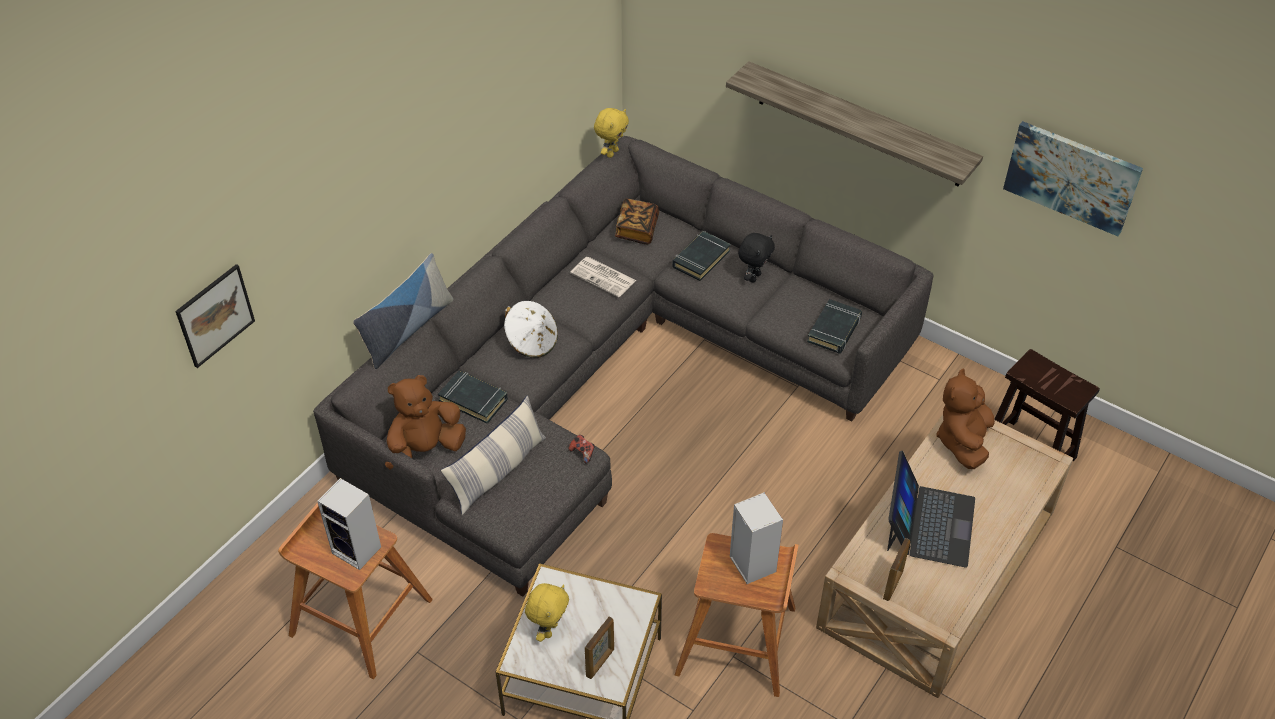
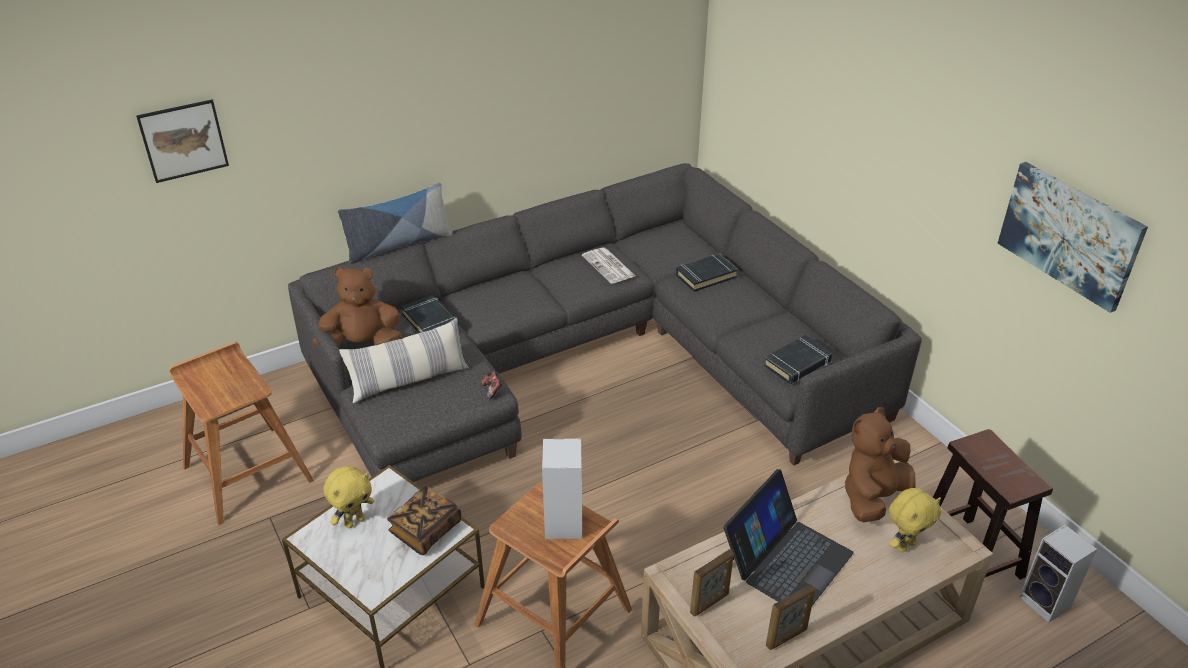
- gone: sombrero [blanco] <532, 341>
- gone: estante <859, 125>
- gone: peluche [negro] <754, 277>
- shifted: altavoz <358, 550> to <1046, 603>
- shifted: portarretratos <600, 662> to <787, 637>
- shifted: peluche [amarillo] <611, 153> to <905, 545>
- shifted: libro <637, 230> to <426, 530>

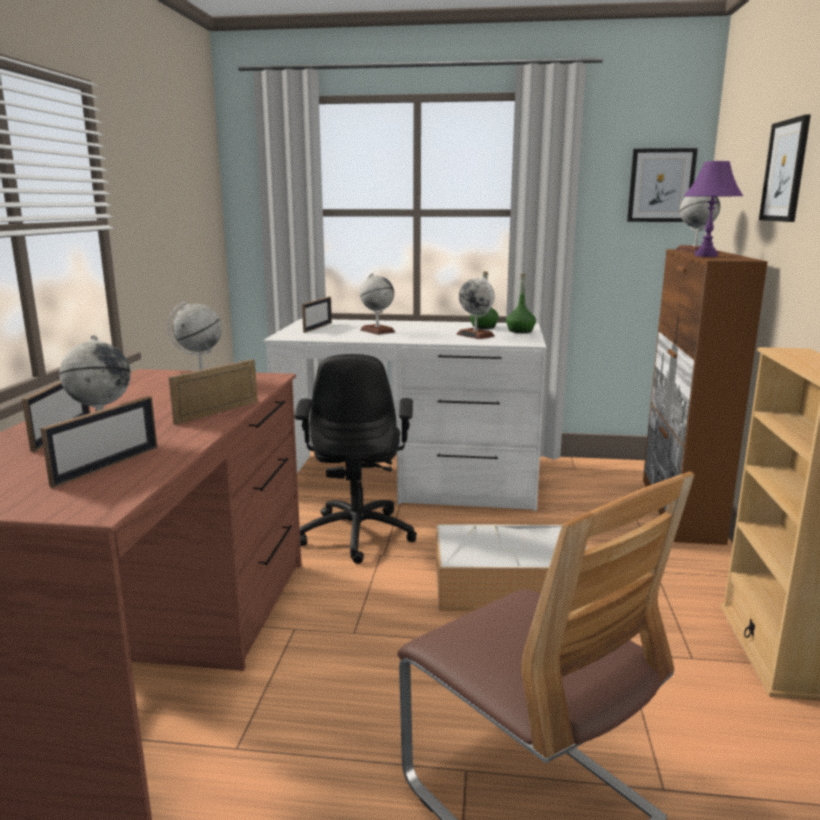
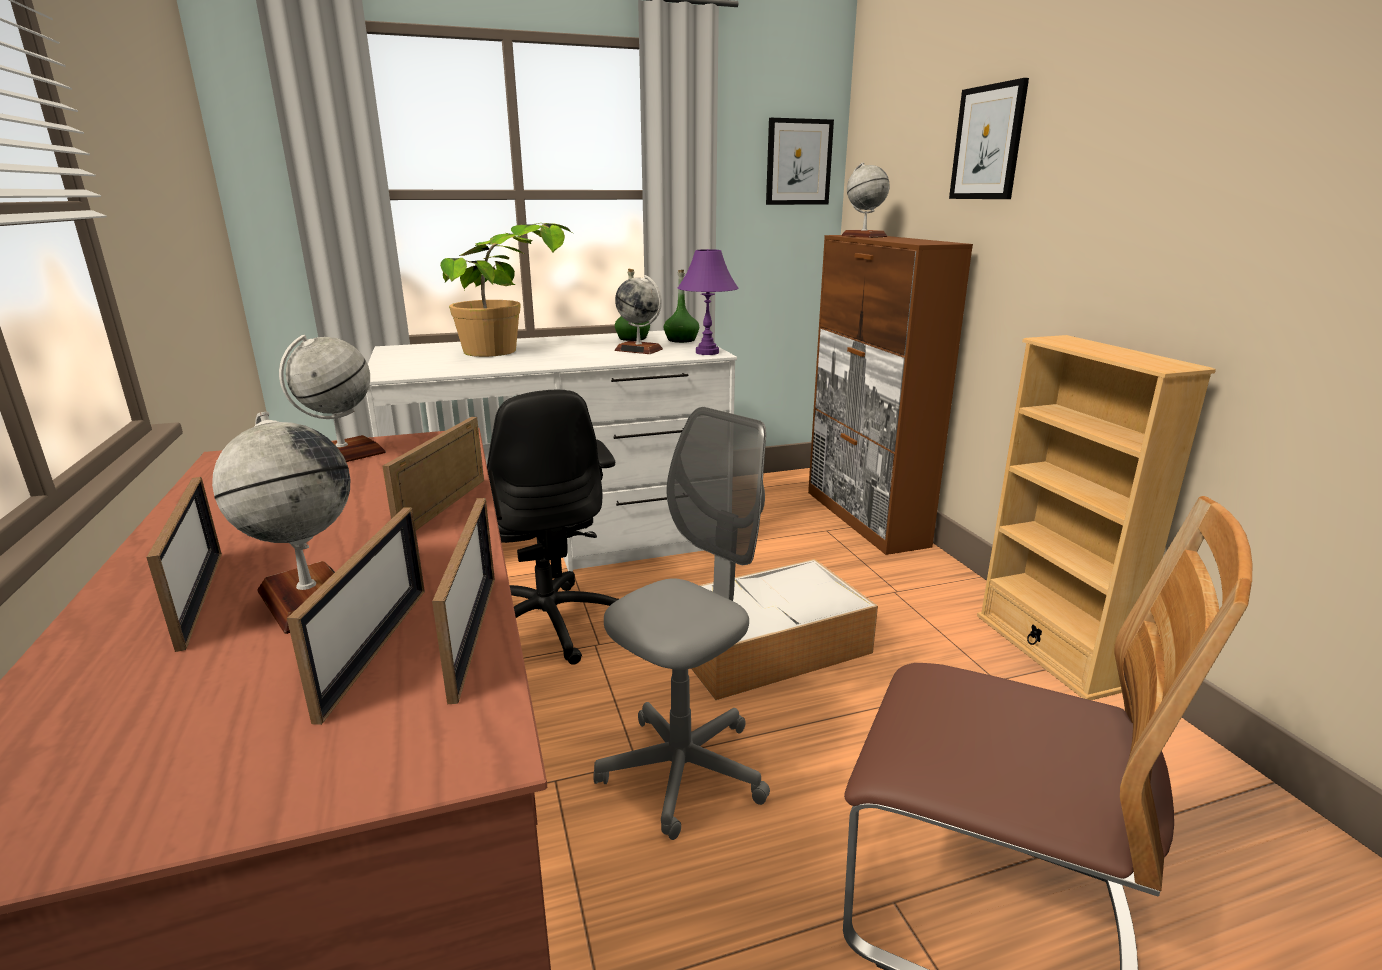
- new: silla de oficina [gris] <683, 771>
- shifted: portarretratos <318, 327> to <473, 634>
- shifted: lámpara de mesa [morado] <706, 255> to <707, 352>
- swapped: globo terráqueo <377, 331> to planta en maceta <508, 355>

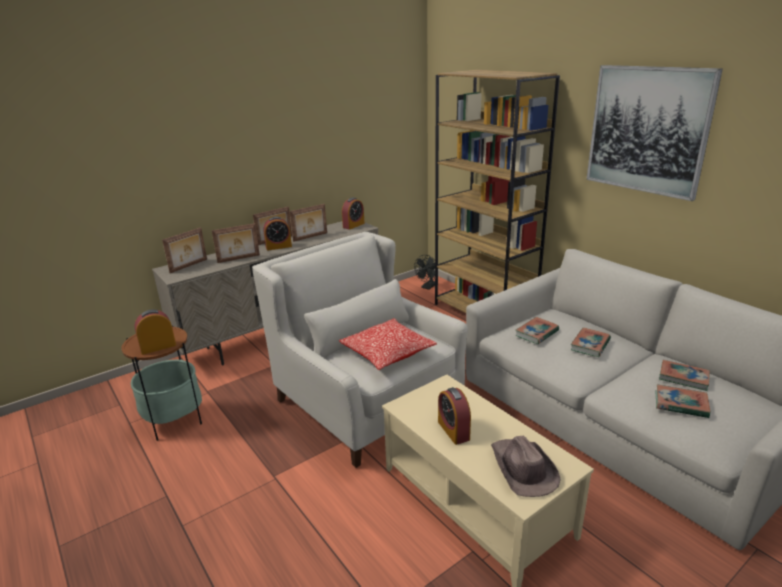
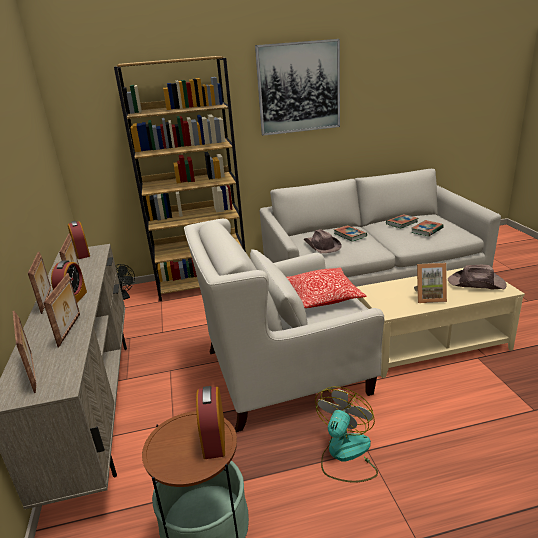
- new: ventilador <345, 455>
- swapped: despertador <453, 430> to portarretratos <429, 297>
- swapped: libro <536, 333> to sombrero [marrón] <321, 246>

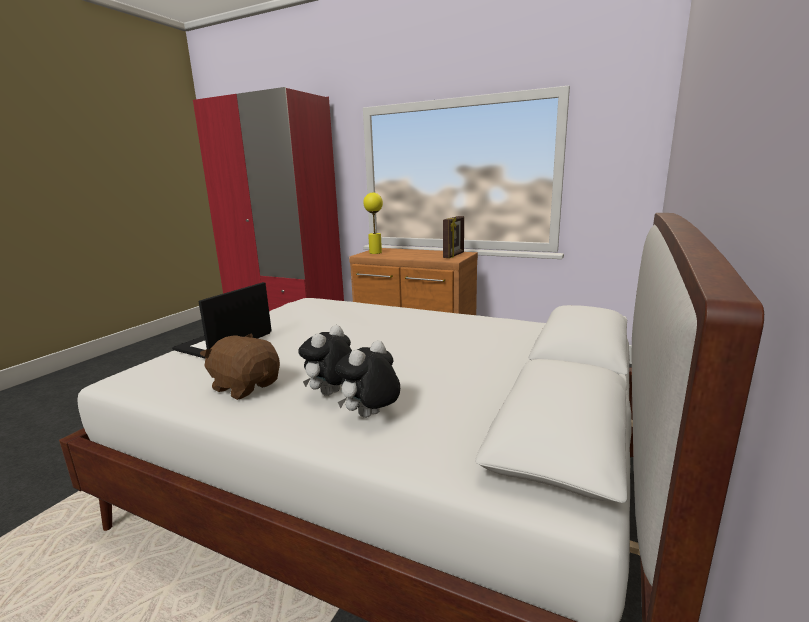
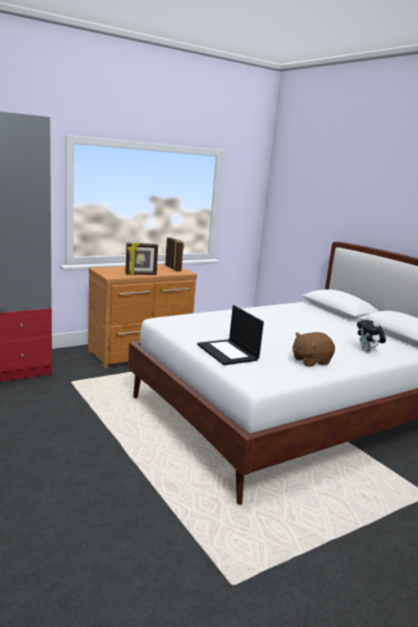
- gone: peluche <332, 395>
- gone: lámpara de mesa [amarillo] <375, 253>
- new: portarretratos <141, 274>

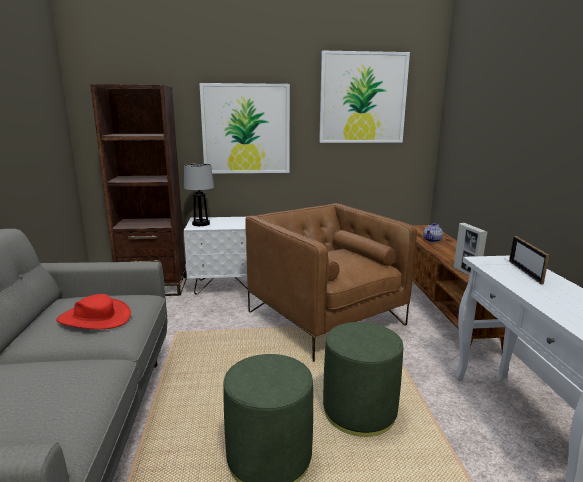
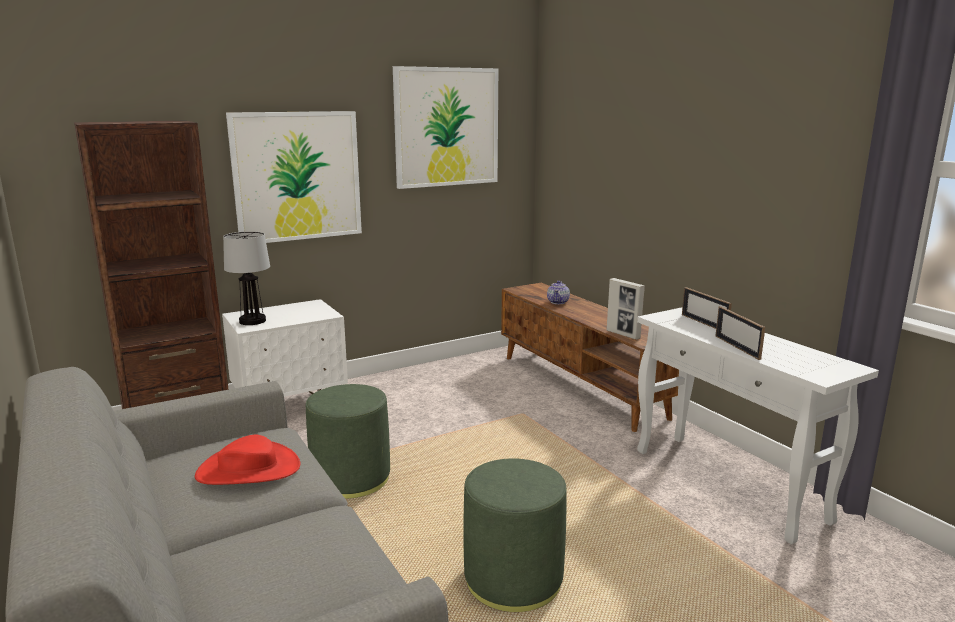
- gone: sillón [marrón] <325, 318>
- new: portarretratos <737, 347>
- shifted: puf [verde] <359, 411> to <351, 479>

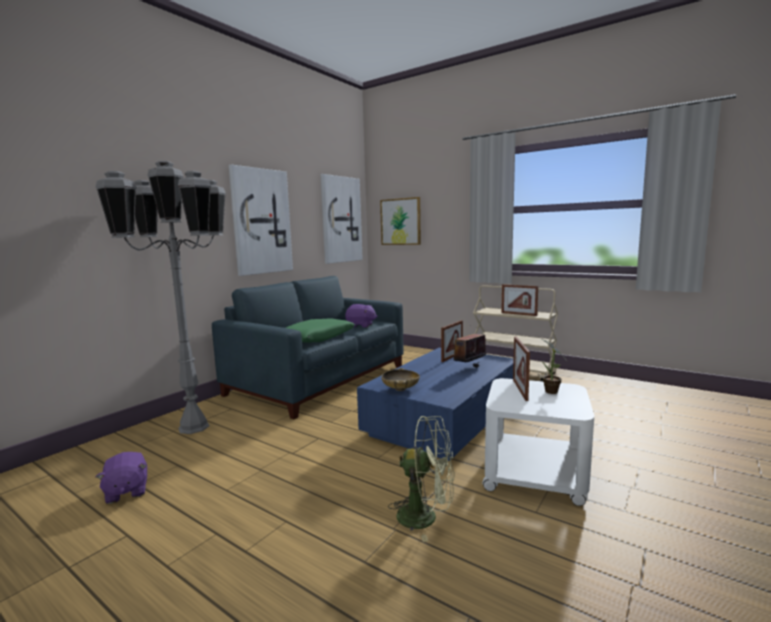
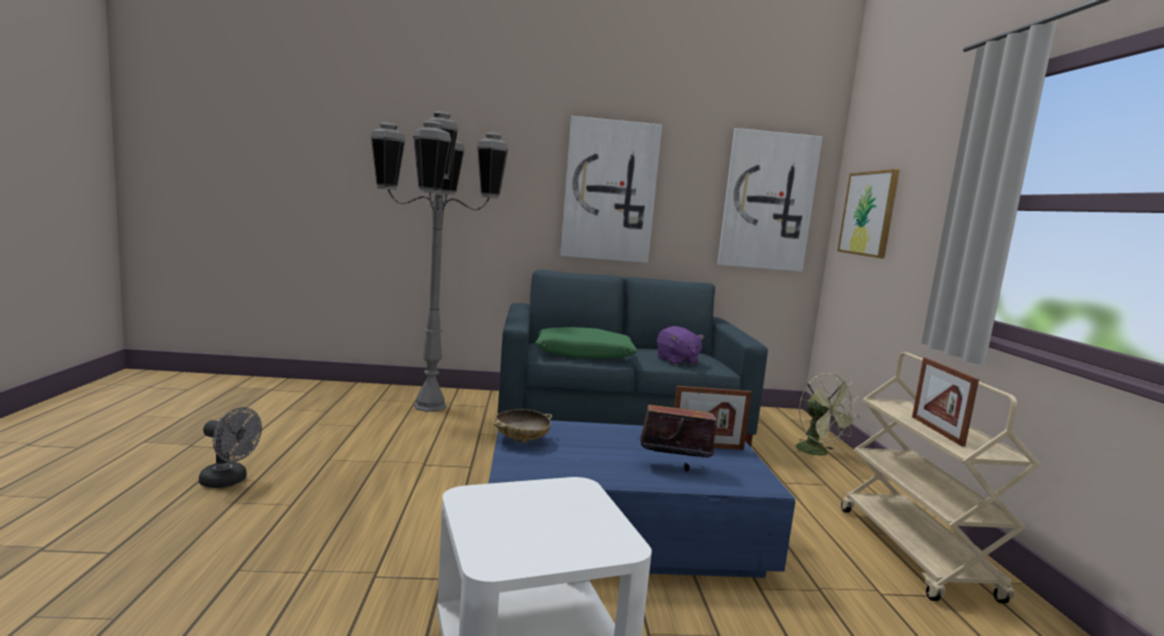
- gone: peluche [morado] <126, 492>
- gone: portarretratos <520, 389>
- gone: planta en maceta <551, 392>
- new: ventilador [gris] <229, 481>
- shifted: ventilador [verde] <426, 517> to <818, 453>

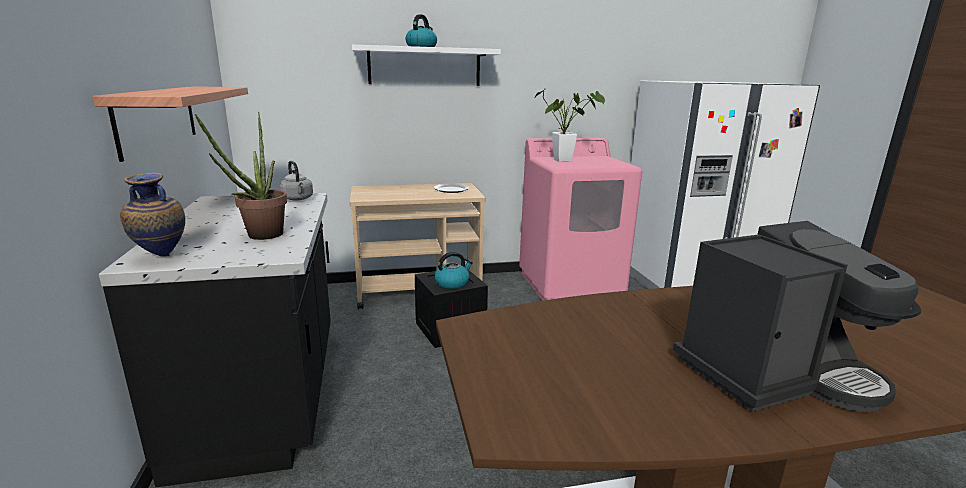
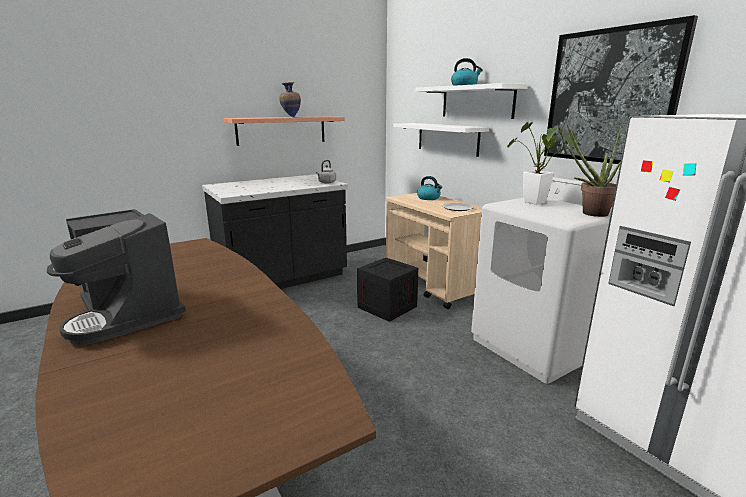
- new: estante [blanco] <447, 138>
- new: cuadro <610, 97>
- shifted: florero <160, 257> to <291, 117>
- shifted: planta en maceta <259, 236> to <589, 213>
- shifted: hervidor <452, 283> to <429, 198>
- repainted: lavadora [rosa] <570, 285> to lavadora [blanco] <537, 346>

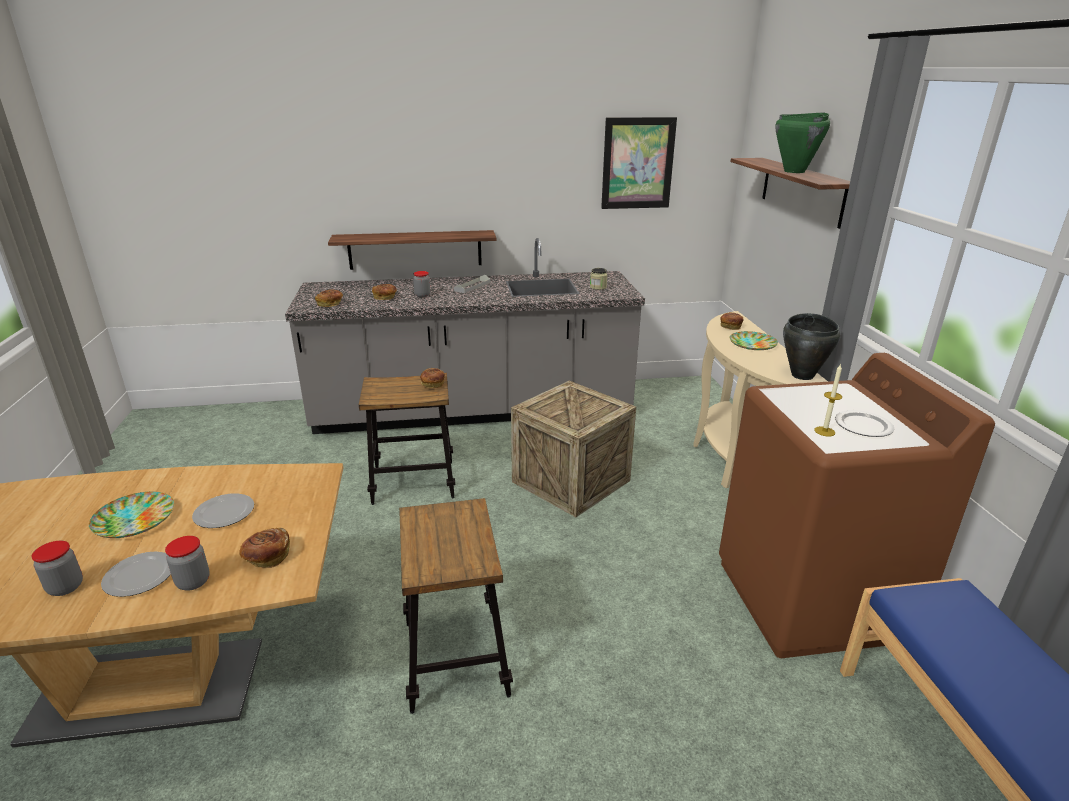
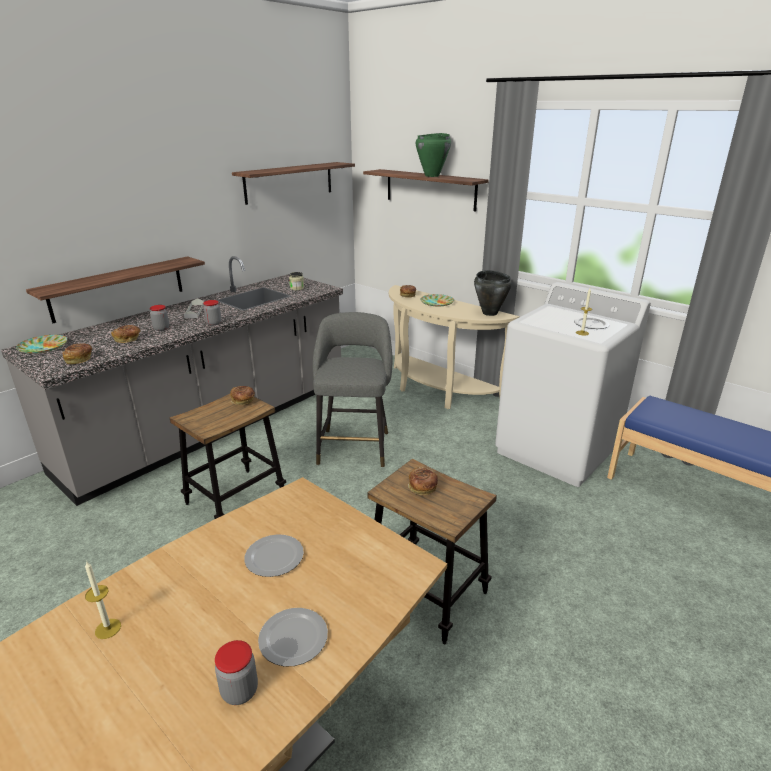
- new: vela <108, 628>
- shifted: plato <133, 519> to <43, 347>
- shifted: tarro <193, 582> to <214, 323>
- shifted: pan <267, 557> to <422, 488>
- swapped: caja de embalaje <571, 481> to taburete [gris] <354, 445>
- swapped: cuadro <637, 163> to estante <289, 182>
- repainted: lavadora [marrón] <810, 600> to lavadora [blanco] <557, 450>

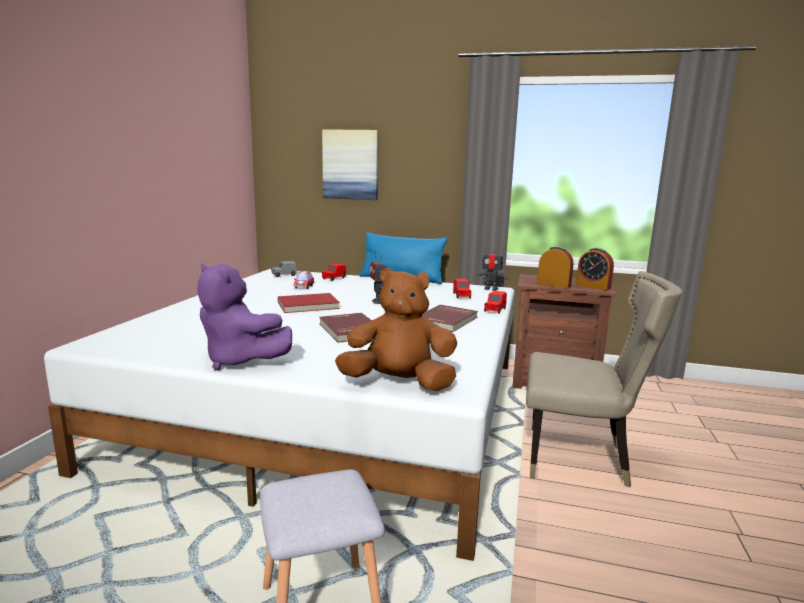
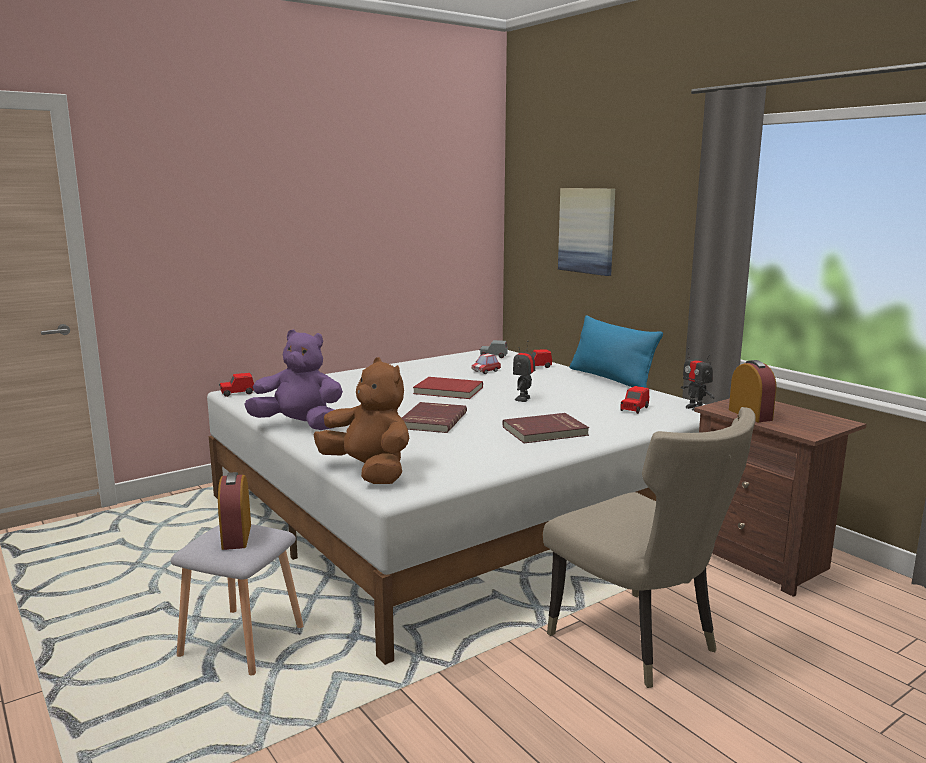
- shifted: coche de juguete [rojo] <495, 310> to <237, 393>
- shifted: despertador <593, 286> to <236, 536>
- rotated: peluche [morado] <239, 361> = <300, 425> 120 degrees clockwise

